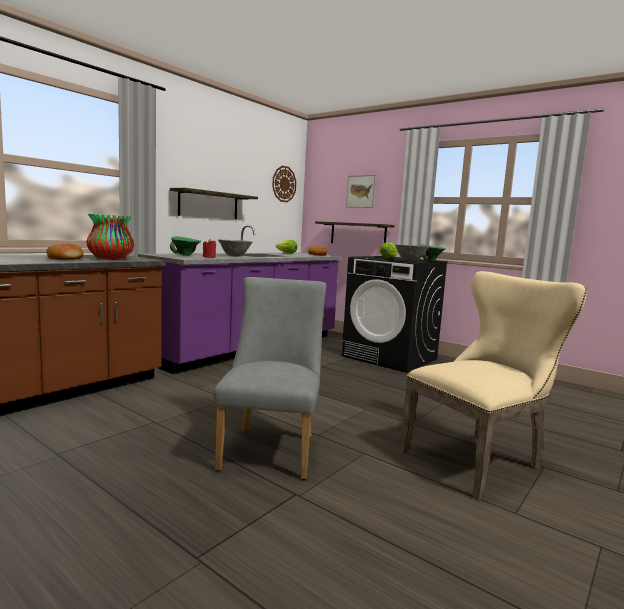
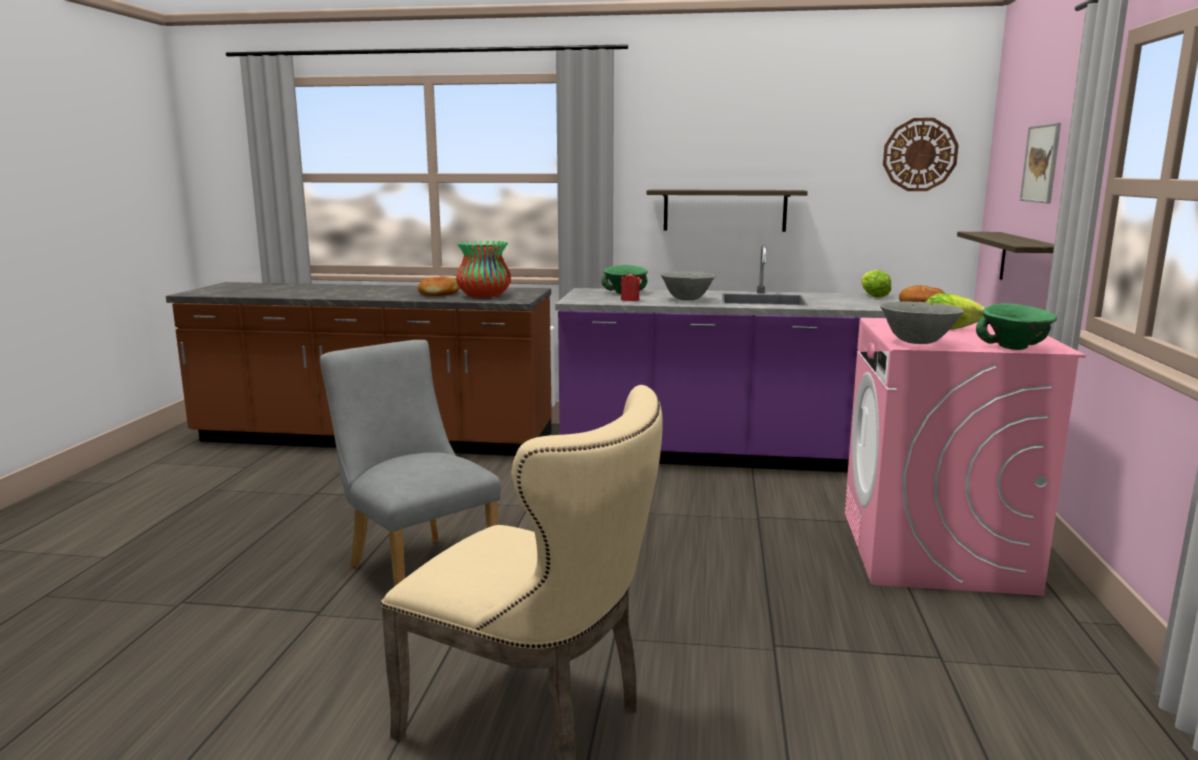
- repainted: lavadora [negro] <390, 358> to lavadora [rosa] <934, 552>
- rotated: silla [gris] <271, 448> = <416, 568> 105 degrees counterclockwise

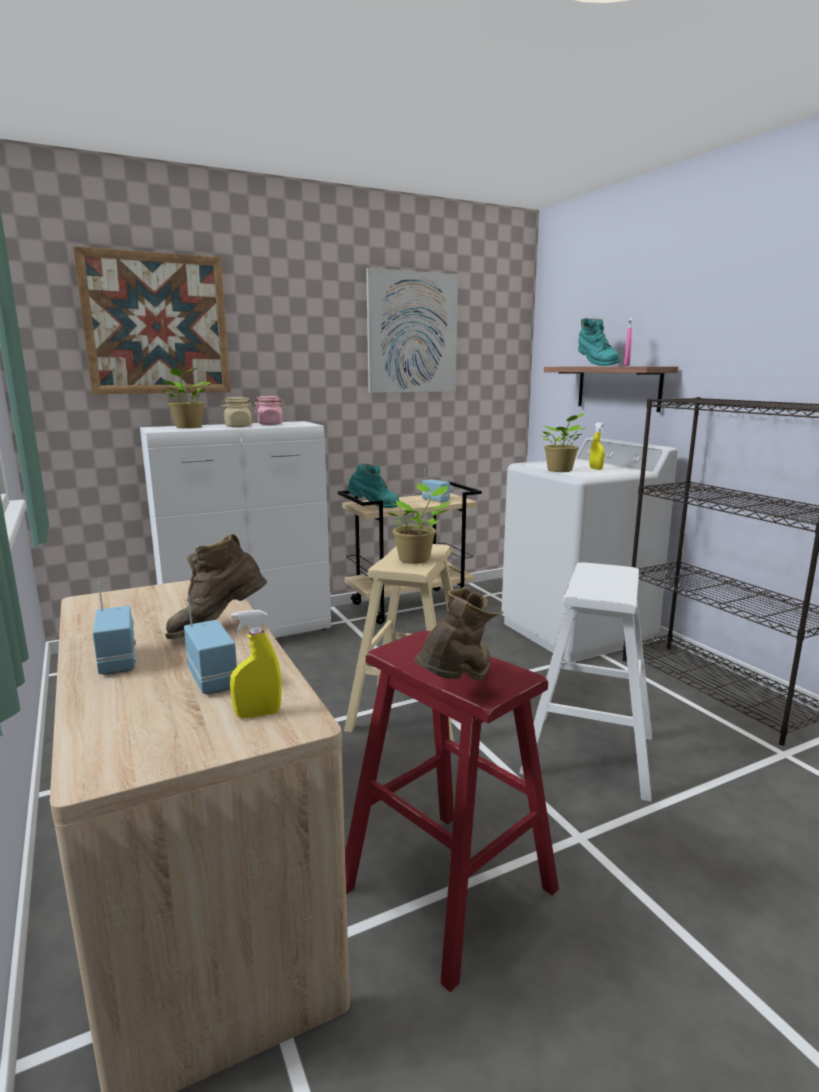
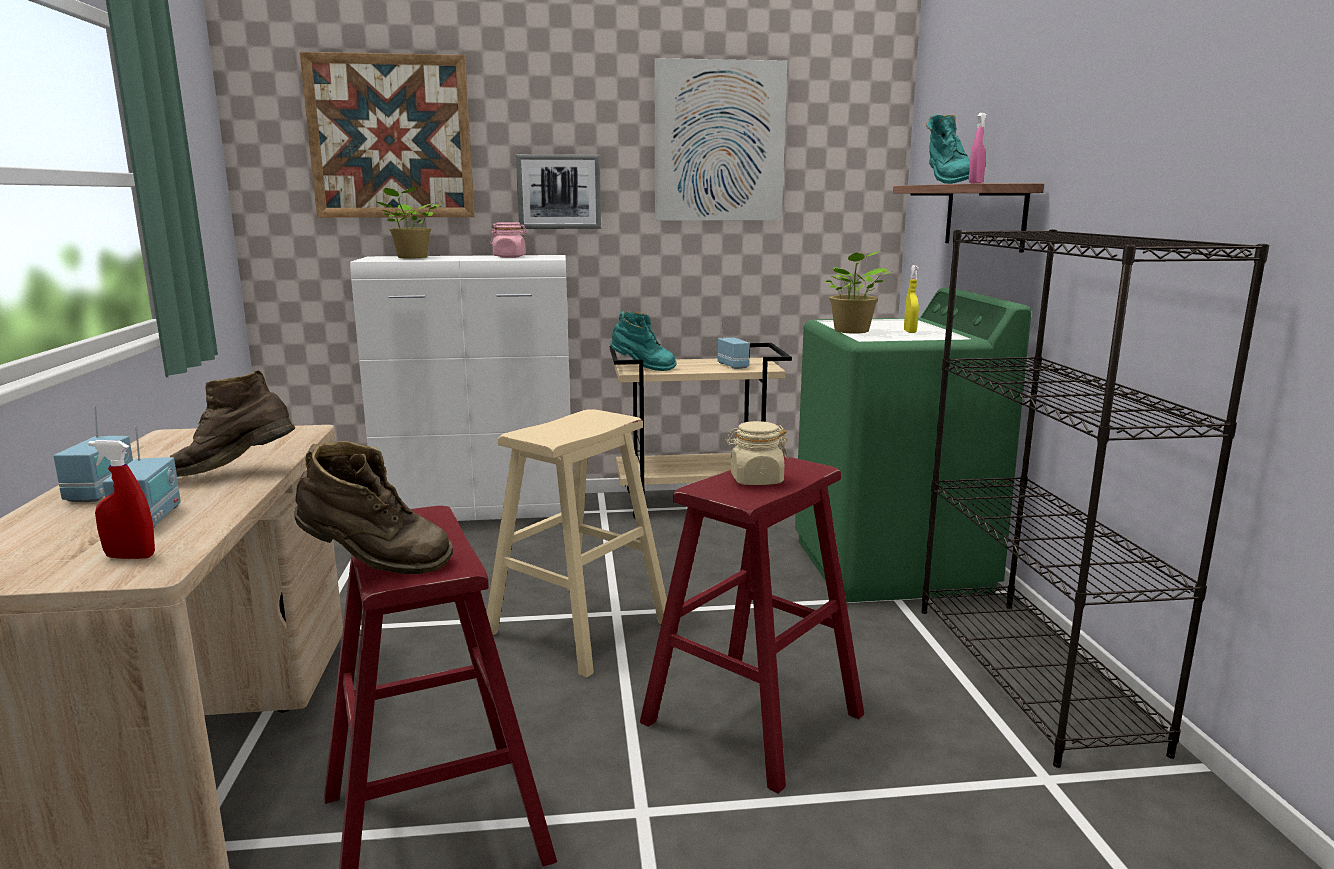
- gone: planta en maceta <416, 559>
- new: cuadro <559, 192>
- shifted: tarro [beis] <238, 426> to <756, 480>
- repainted: pulverizador [amarillo] <258, 714> to pulverizador [rojo] <130, 557>
- repainted: lavadora [blanco] <577, 632> to lavadora [verde] <891, 565>
- repainted: taburete [blanco] <589, 754> to taburete [rojo] <752, 719>
- rotated: bota [marrón] <458, 685> = <374, 565> 45 degrees clockwise

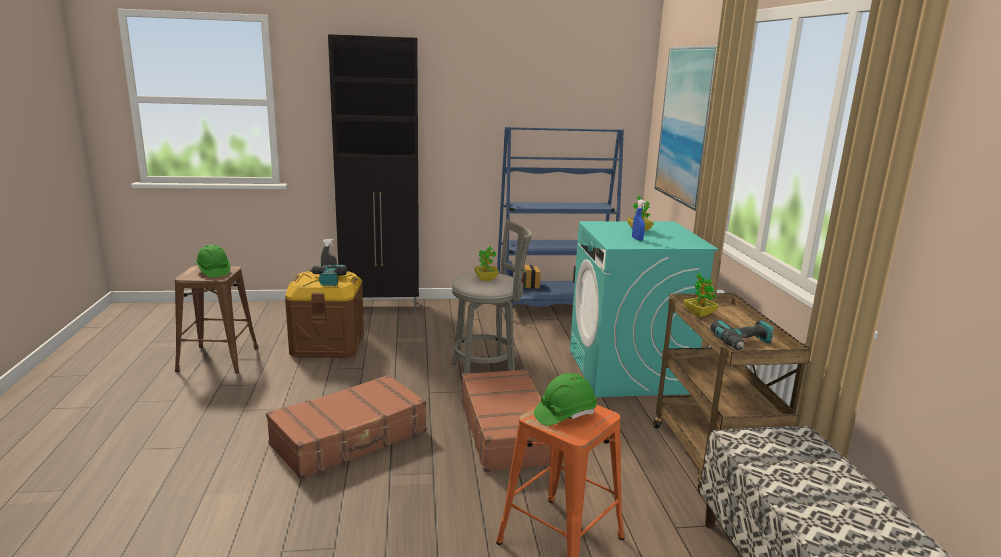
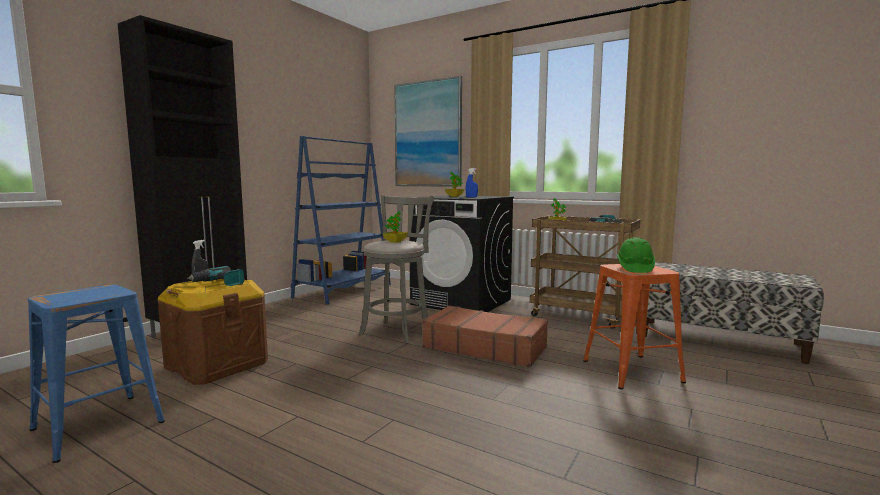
- gone: casco [verde] <213, 271>
- gone: maleta [marrón] <350, 439>
- repainted: taburete [marrón] <218, 359> to taburete [azul] <98, 426>
- repainted: lavadora [turquesa] <628, 371> to lavadora [negro] <462, 302>

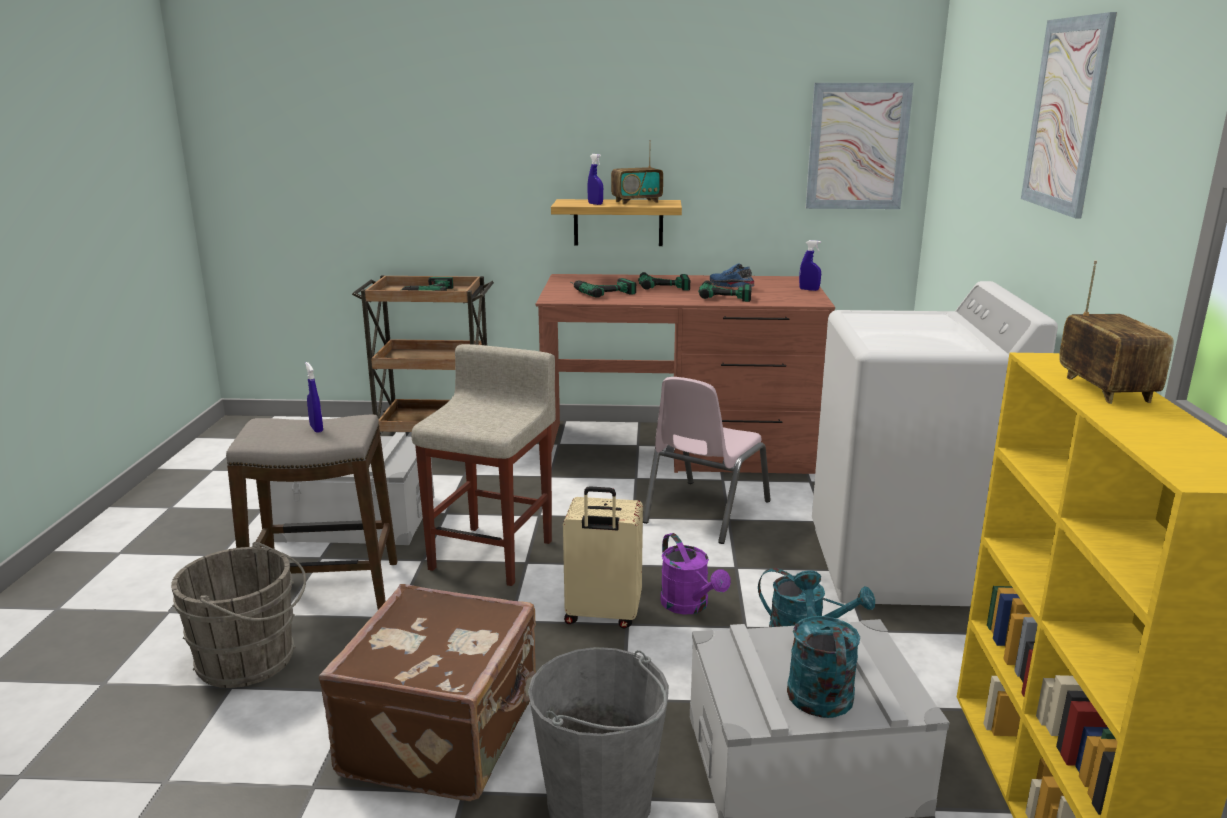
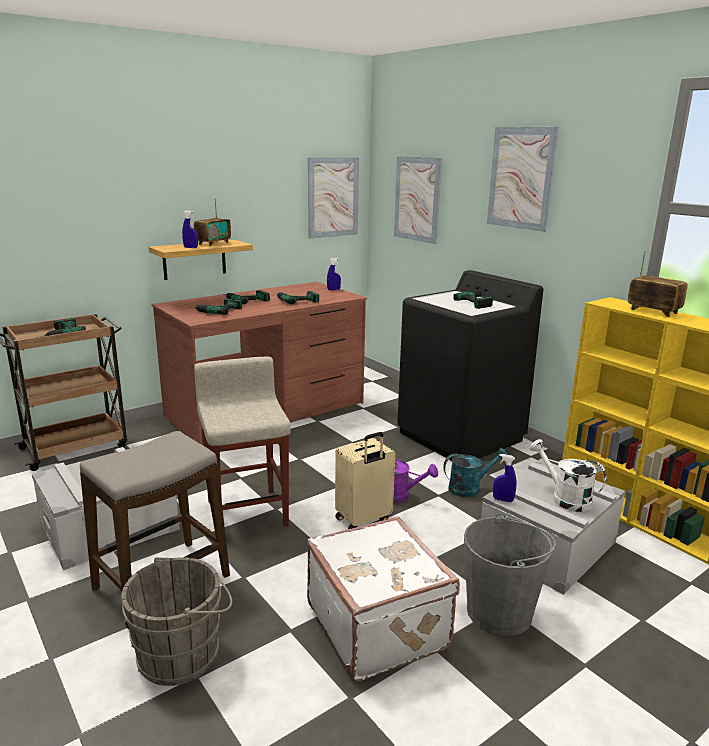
- gone: silla [rosa] <705, 512>
- gone: zapato [azul] <730, 286>
- new: cuadro <417, 199>
- new: taladro <480, 302>
- shifted: pulverizador [azul] <316, 429> to <503, 500>
- repainted: maleta [marrón] <445, 735> to maleta [blanco] <379, 625>
- repainted: regadera [turquesa] <816, 685> to regadera [blanco] <564, 498>
- repainted: lavadora [blanco] <904, 564> to lavadora [negro] <460, 436>

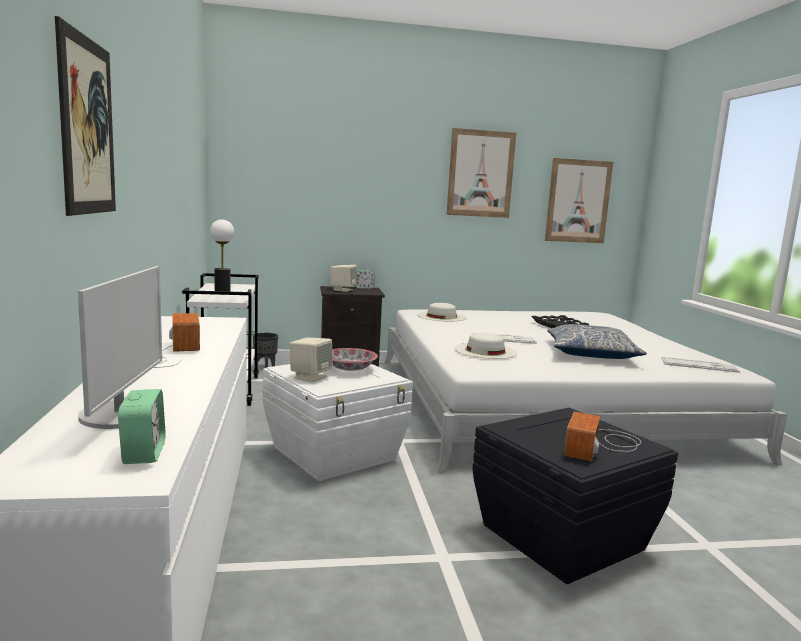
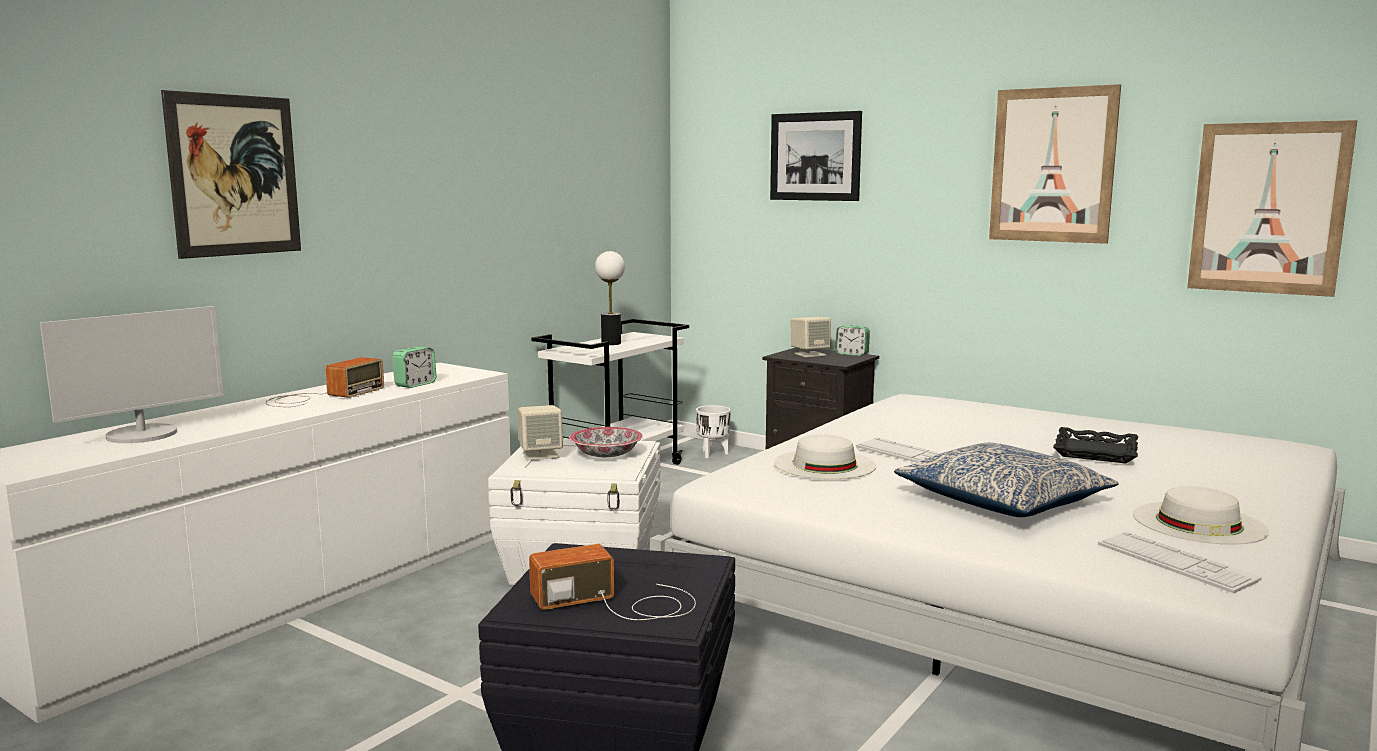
- new: cuadro <815, 156>
- shifted: despertador <144, 453> to <415, 384>
- shifted: sombrero [blanco] <441, 316> to <1199, 523>
- repainted: maceta [negro] <265, 367> to maceta [blanco] <712, 454>

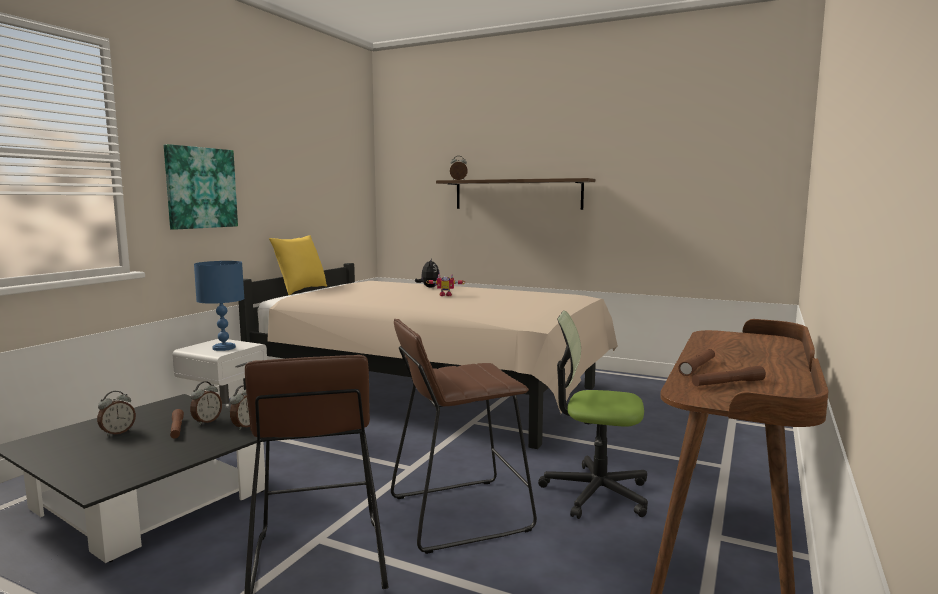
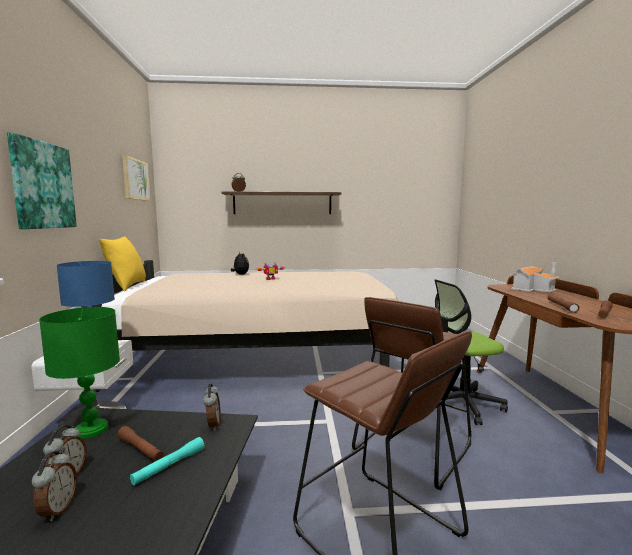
- new: lámpara de mesa [verde] <90, 430>
- new: cuadro <135, 179>
- new: linterna [turquesa] <169, 466>
- new: casita <533, 288>
- shifted: despertador <206, 421> to <57, 509>

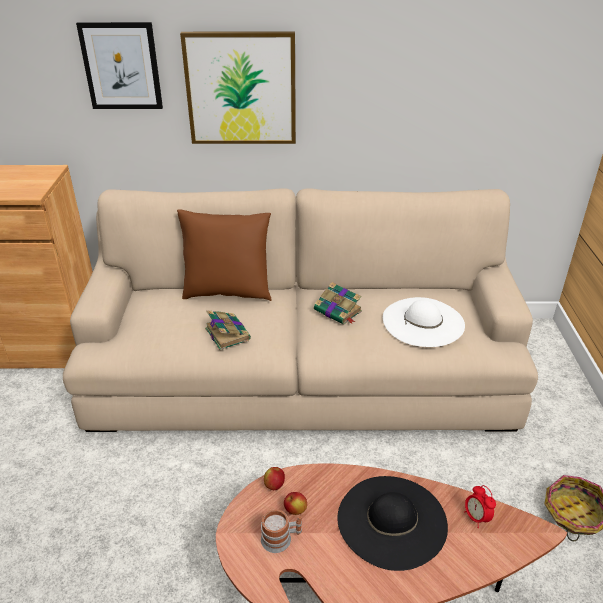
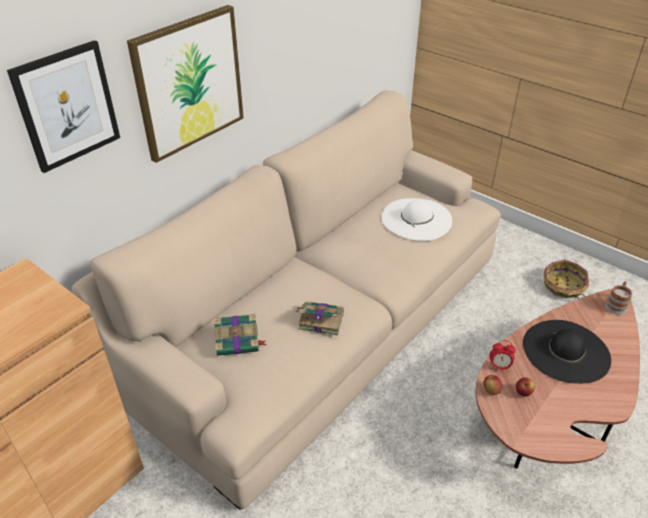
- gone: cojín [marrón] <227, 292>
- shifted: taza grande <281, 539> to <616, 305>
- shifted: libro <338, 311> to <238, 341>
- shifted: despertador <476, 517> to <499, 366>

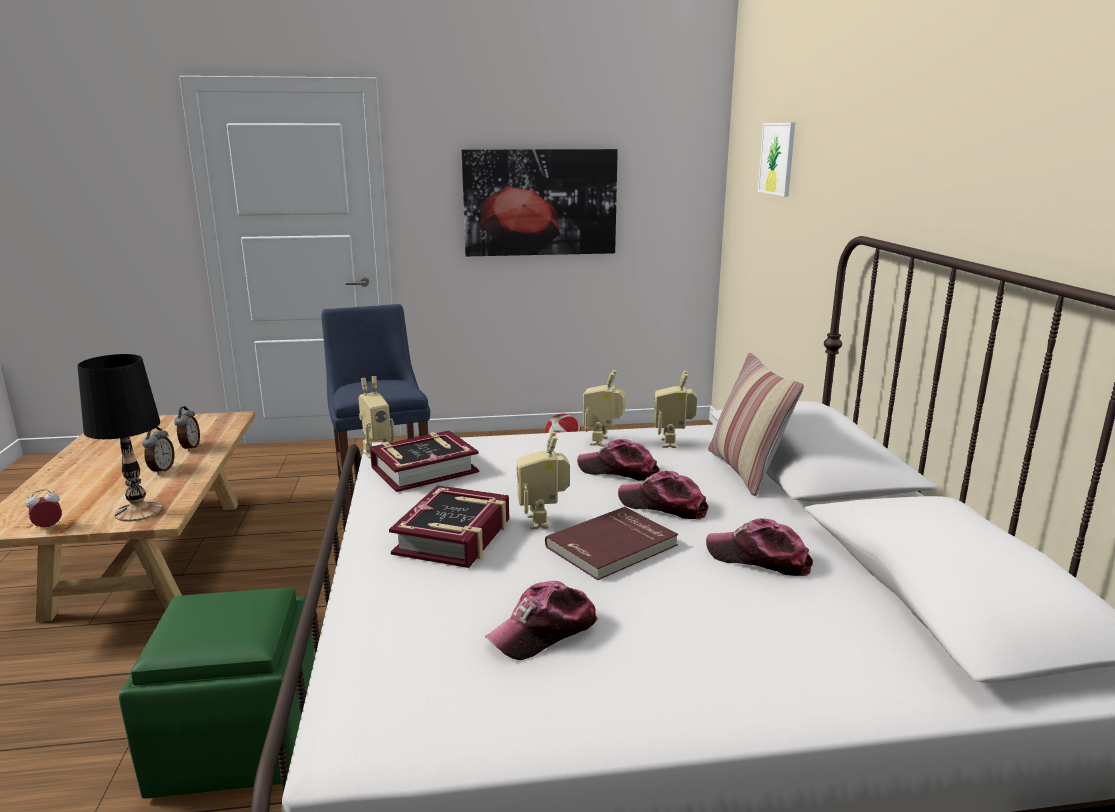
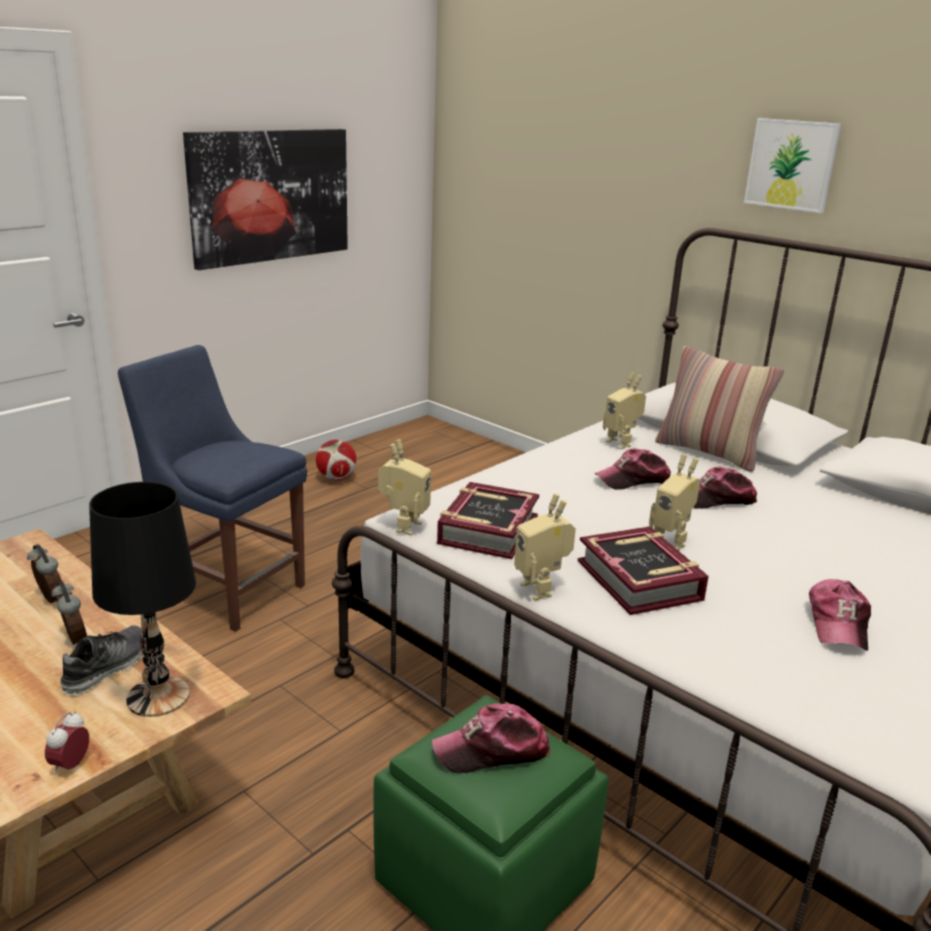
- gone: libro [rojo] <613, 547>
- new: zapato <106, 668>
- shifted: robot de juguete <603, 442> to <541, 589>
- shifted: gorra <759, 558> to <492, 750>
- shifted: cuadro <777, 158> to <791, 165>

